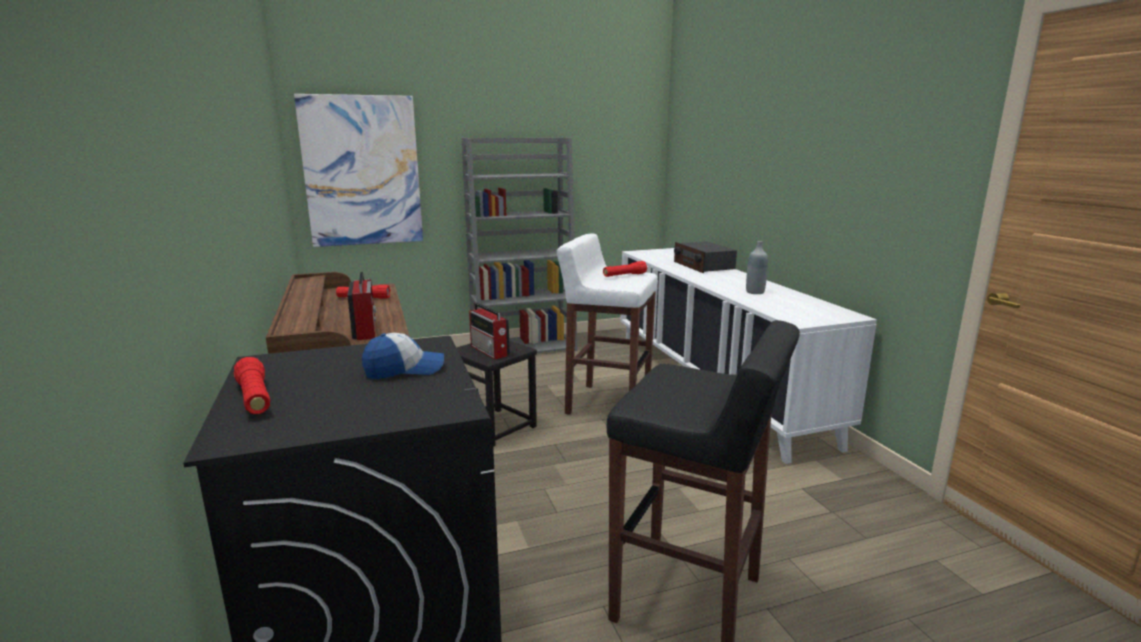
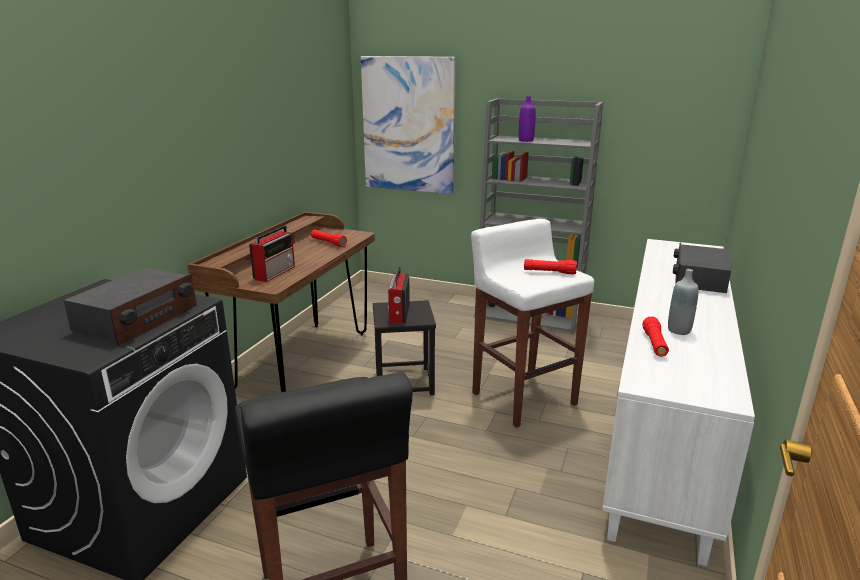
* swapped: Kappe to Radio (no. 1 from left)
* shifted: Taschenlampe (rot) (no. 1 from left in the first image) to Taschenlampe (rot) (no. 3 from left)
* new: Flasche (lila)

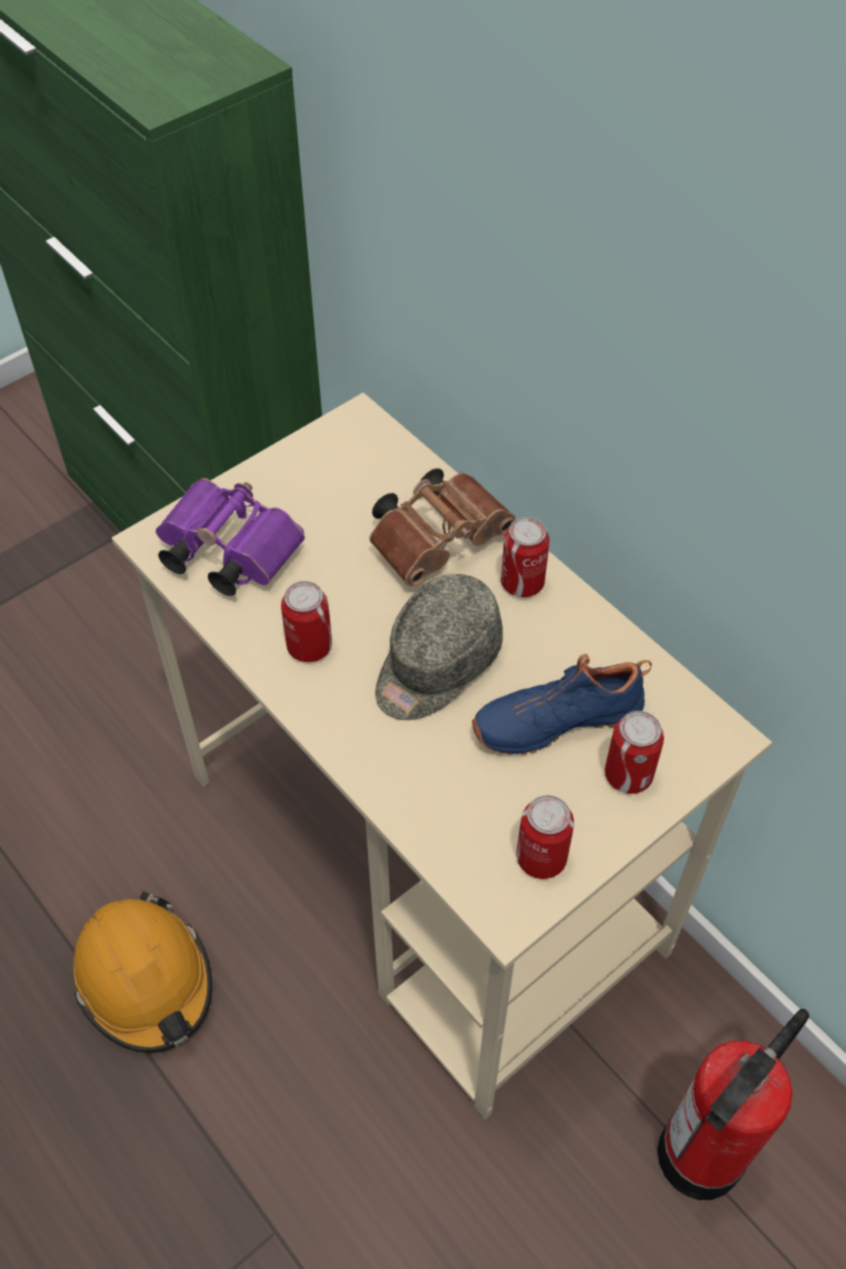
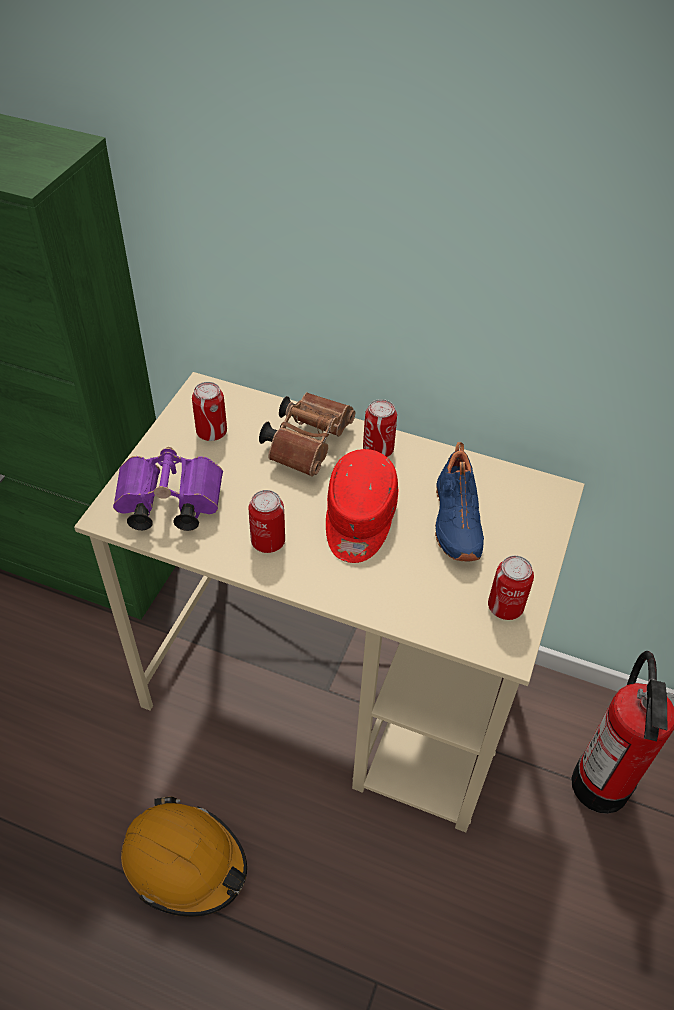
* repainted: Kappe (grau) to Kappe (rot)
* rotated: Schuh (blau) 45 degrees counterclockwise
* shifted: Dose (no. 4 from left in the first image) to Dose (no. 1 from left)

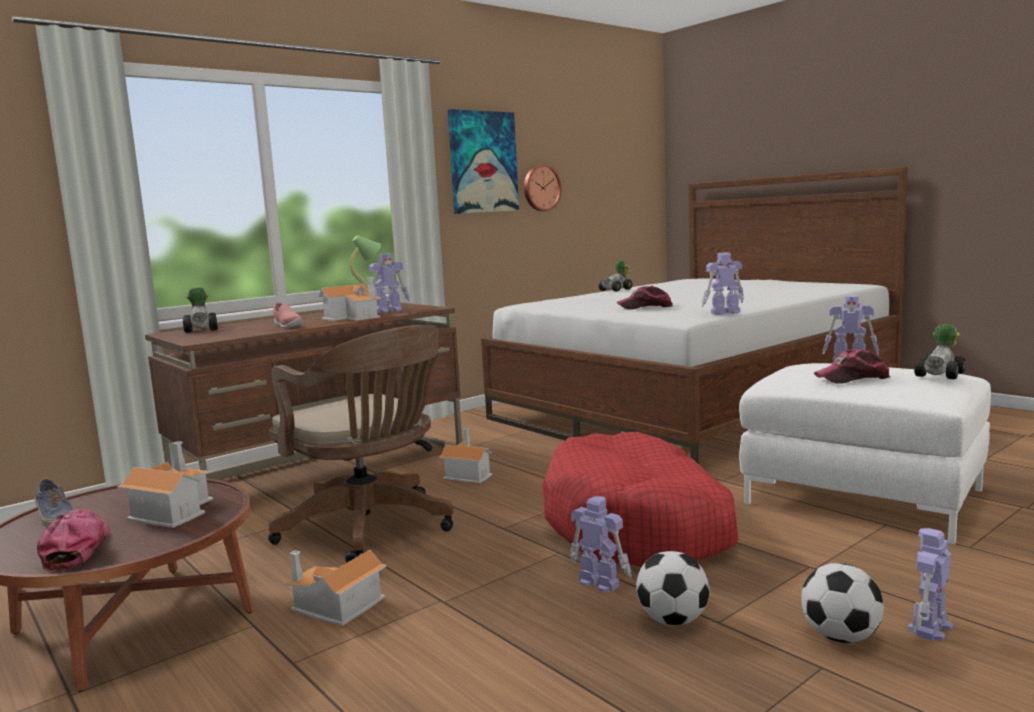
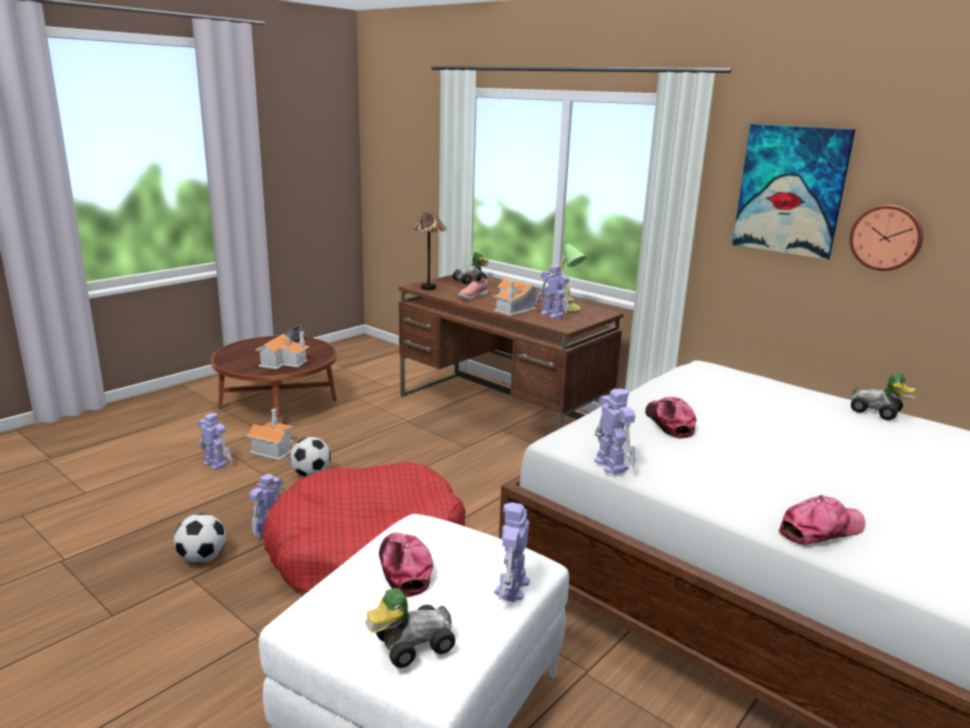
* rotated: Spielzeugauto (no. 3 from left in the first image) 120 degrees clockwise
* gone: Bürostuhl (braun)
* gone: Spielzeughaus (no. 4 from left)
* shifted: Kappe (no. 1 from left in the first image) to Kappe (no. 3 from left)
* shifted: Spielzeugroboter (no. 5 from left in the first image) to Spielzeugroboter (no. 1 from left)
* shifted: Fußball (no. 2 from left)
* new: Tischlampe (no. 1 from left)

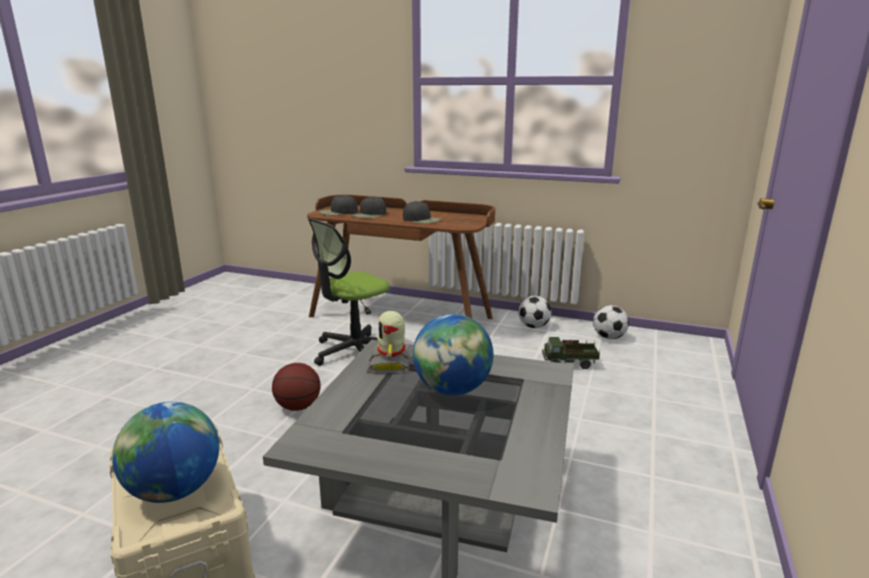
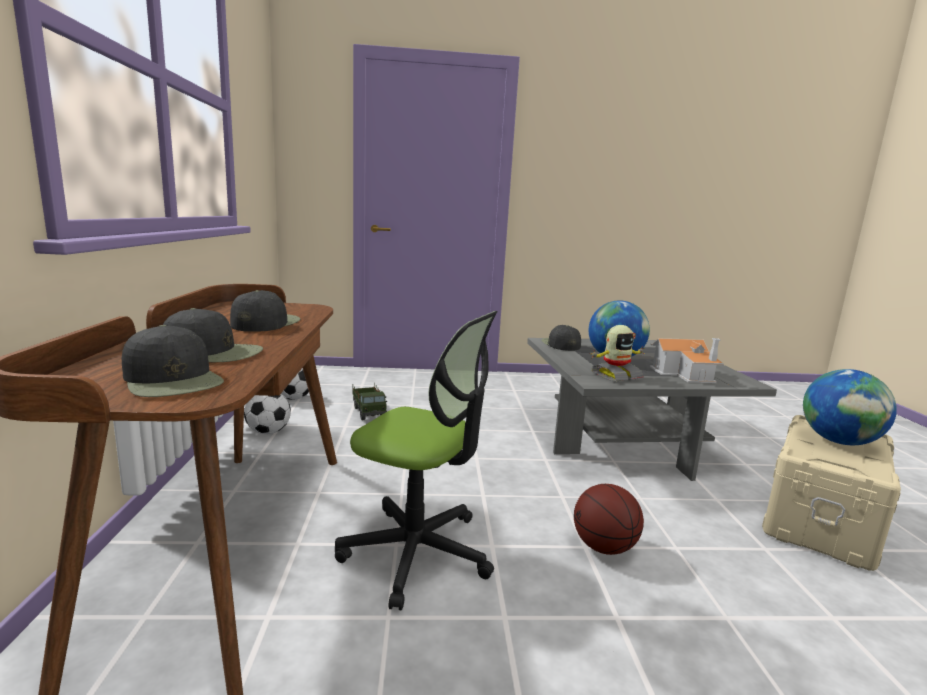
* new: Kappe (schwarz) (no. 4 from left)
* new: Spielzeughaus

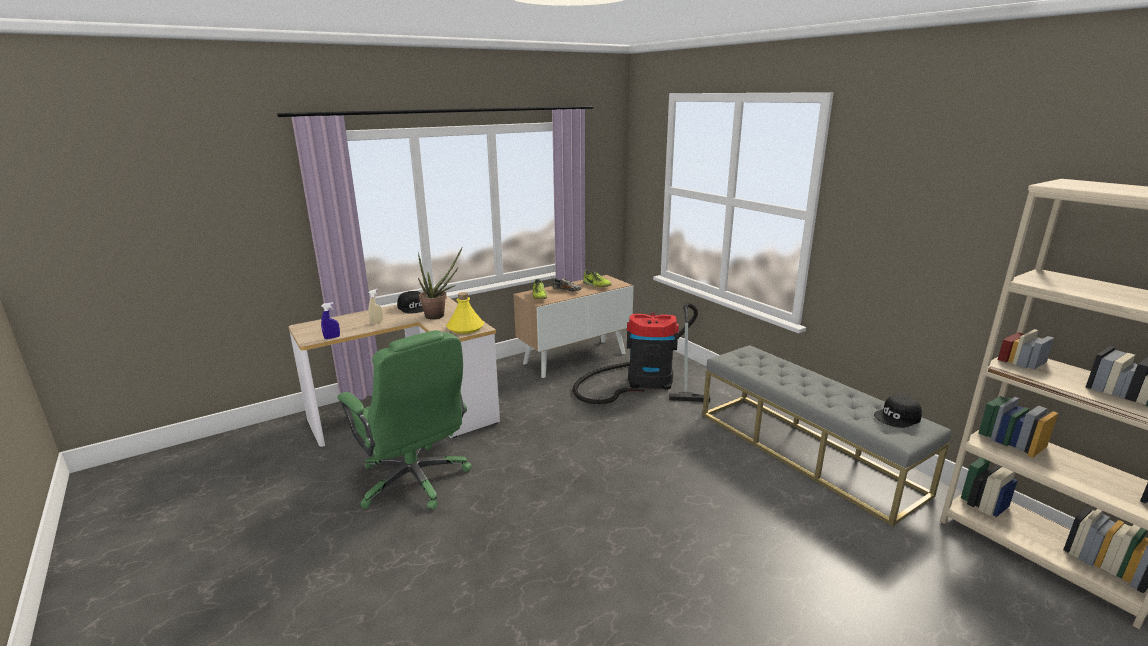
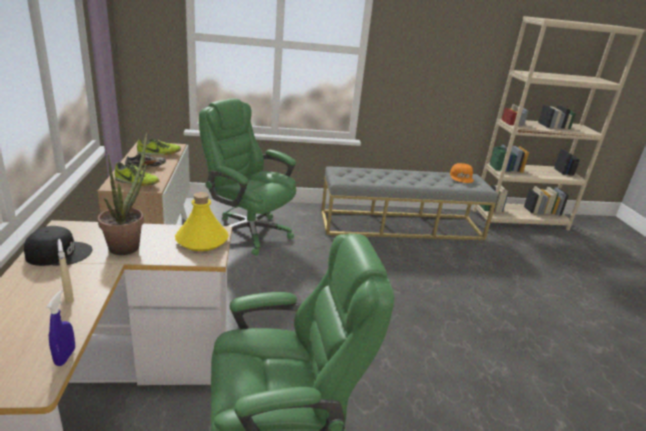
* swapped: Staubsauger to Bürostuhl (grün) (no. 1 from left)
* repainted: Kappe (schwarz) (no. 2 from left) to Kappe (orange)

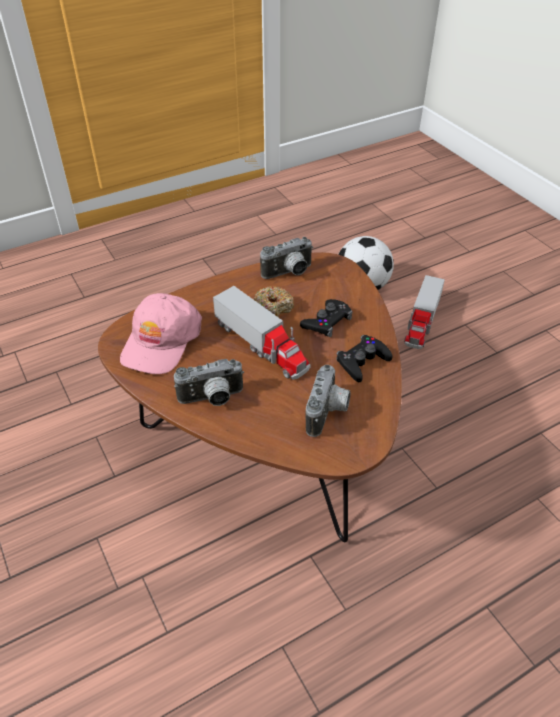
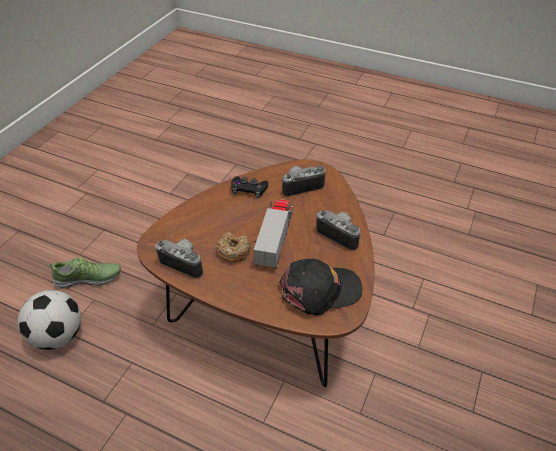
* swapped: Spielzeuglaster (no. 2 from left) to Schuh
* repainted: Kappe (rosa) to Kappe (schwarz)
* gone: Gamepad (schwarz) (no. 1 from left)

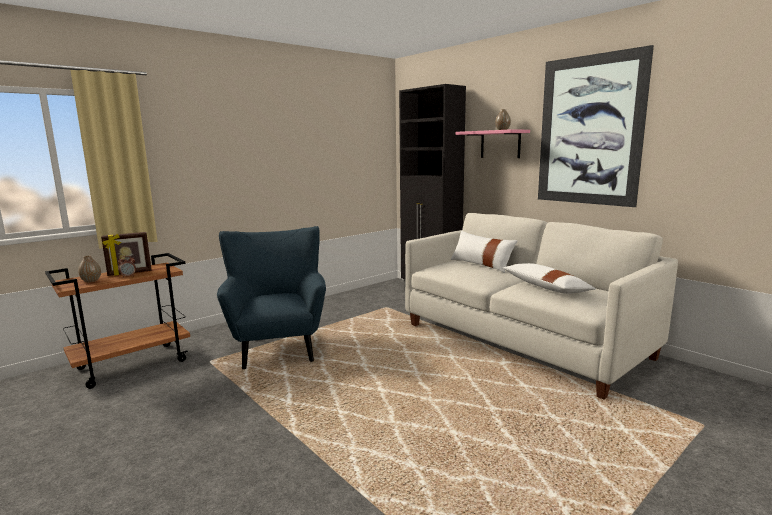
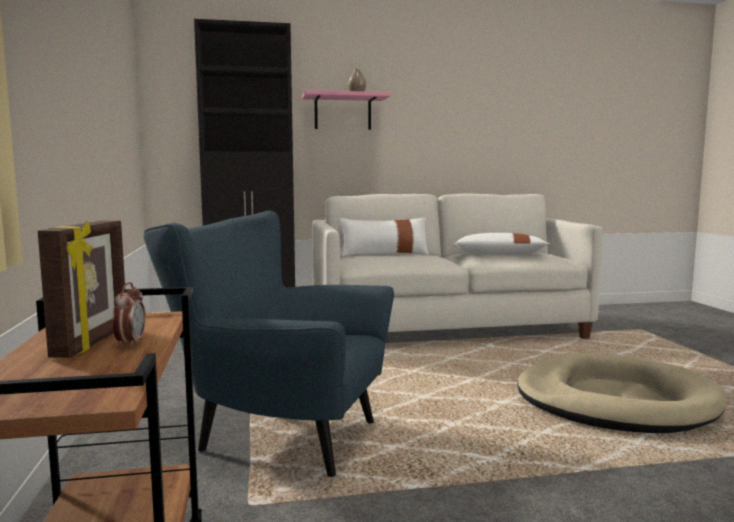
* gone: Bild
* gone: Vase (no. 1 from left)
* new: Hundebett (beige)

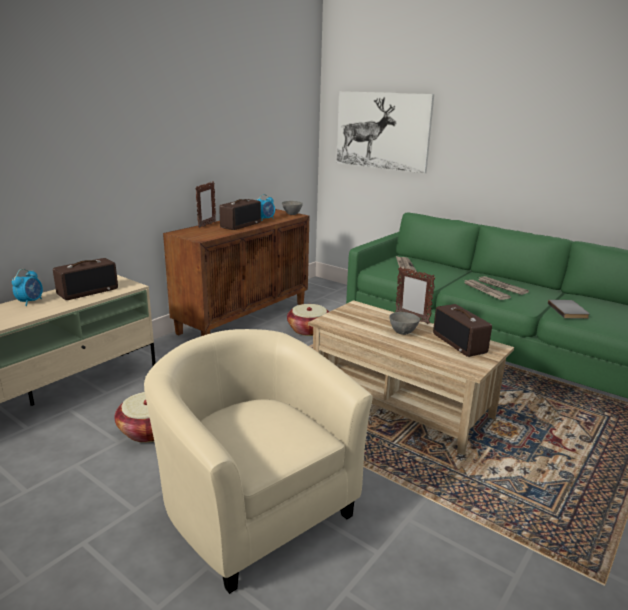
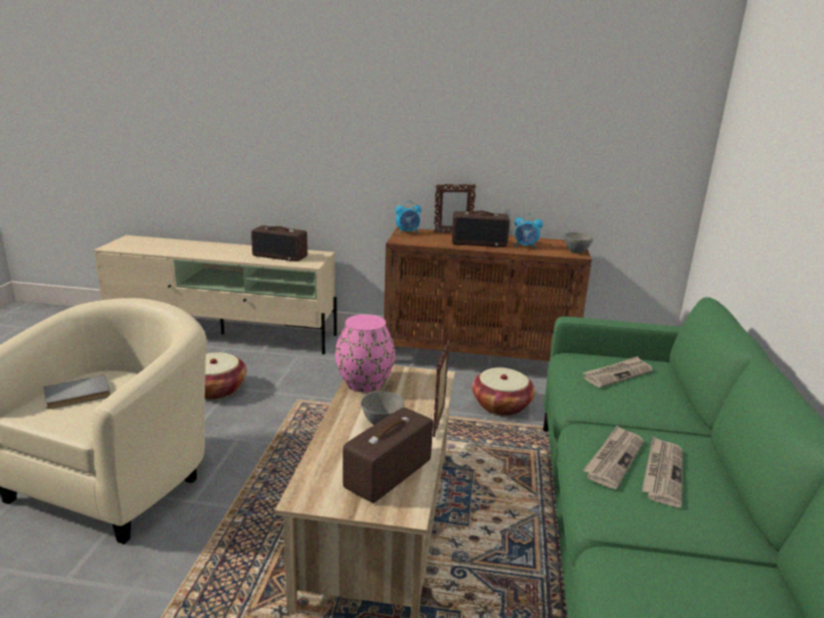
* gone: Bild
* shifted: Wecker (no. 1 from left)
* shifted: Buch (grau)
* new: Vase (rosa)

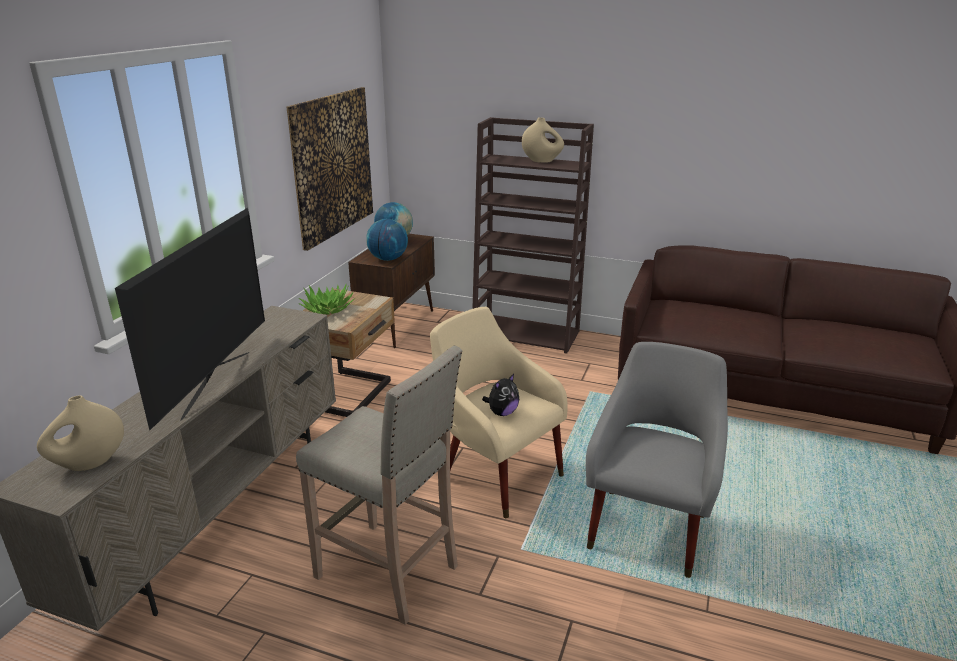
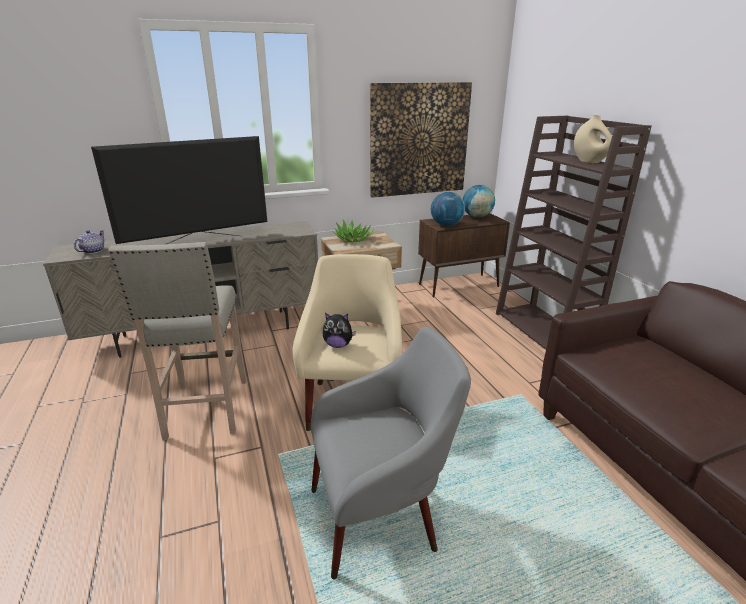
* swapped: Vase (beige) (no. 1 from left) to Teekanne

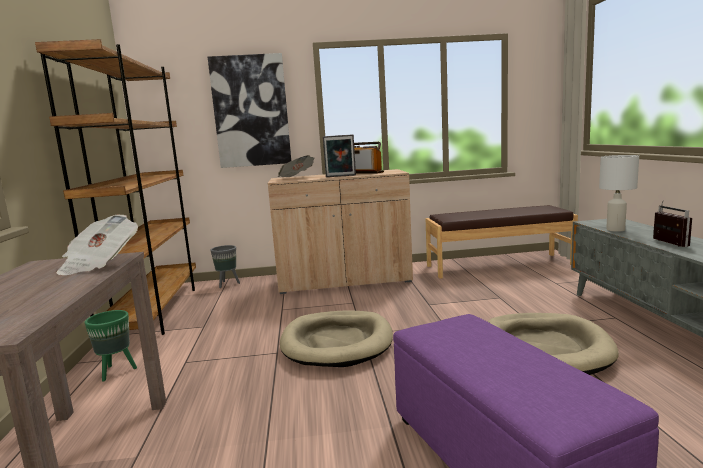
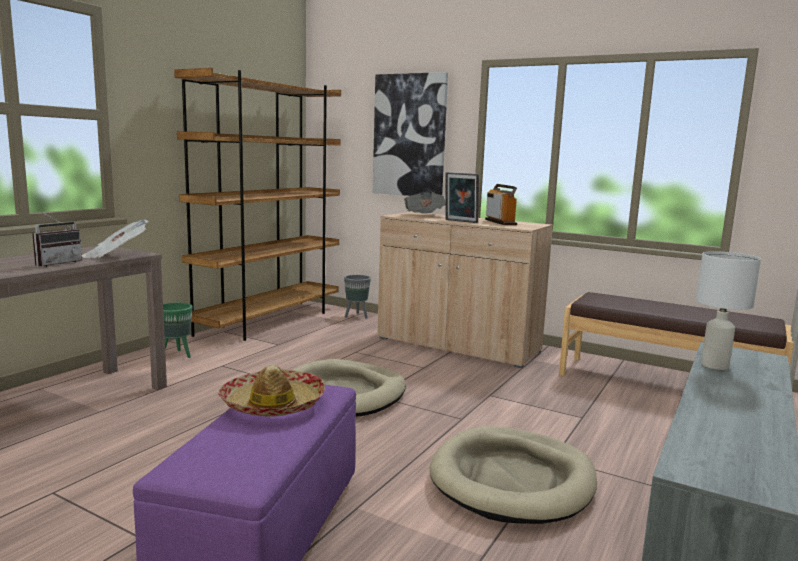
* shifted: Radio (no. 2 from left in the first image) to Radio (no. 1 from left)
* new: Hut

